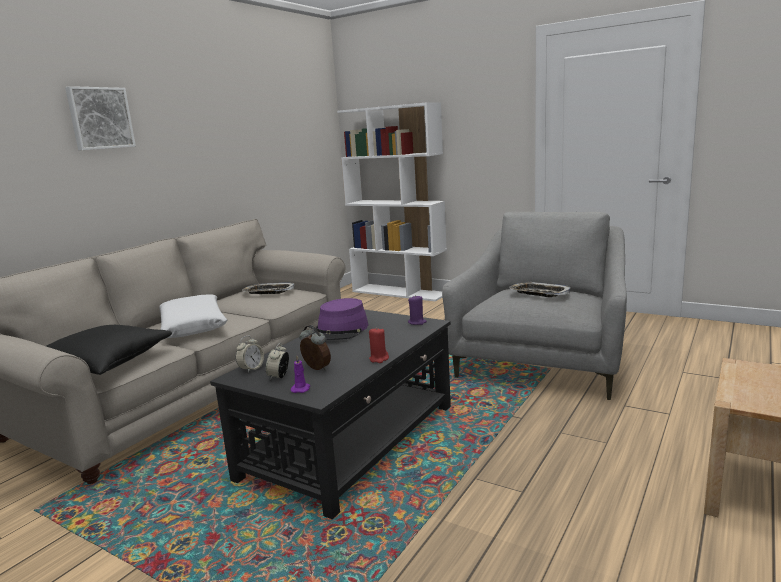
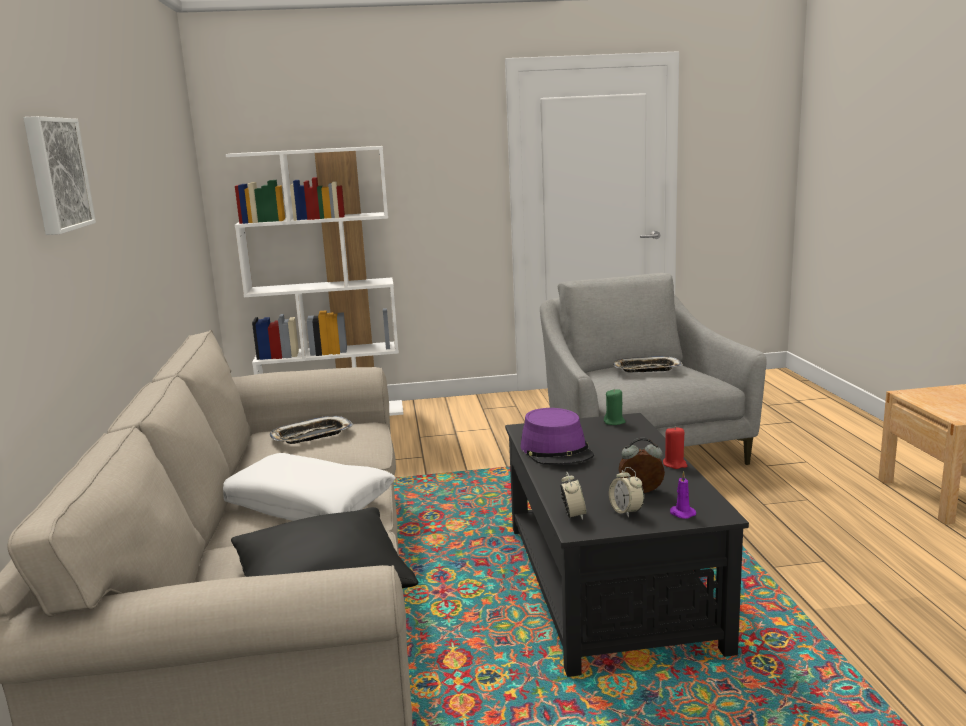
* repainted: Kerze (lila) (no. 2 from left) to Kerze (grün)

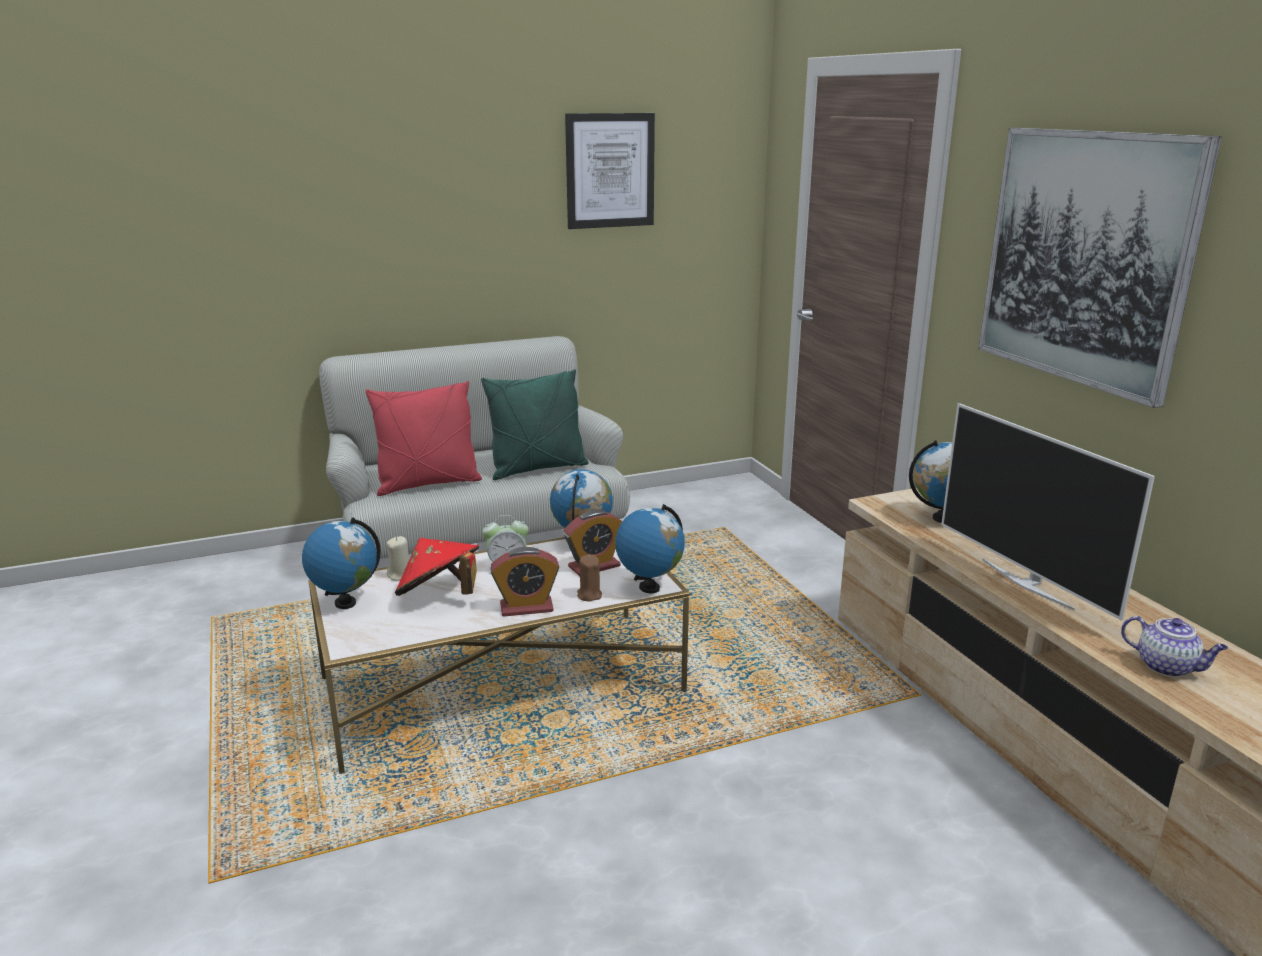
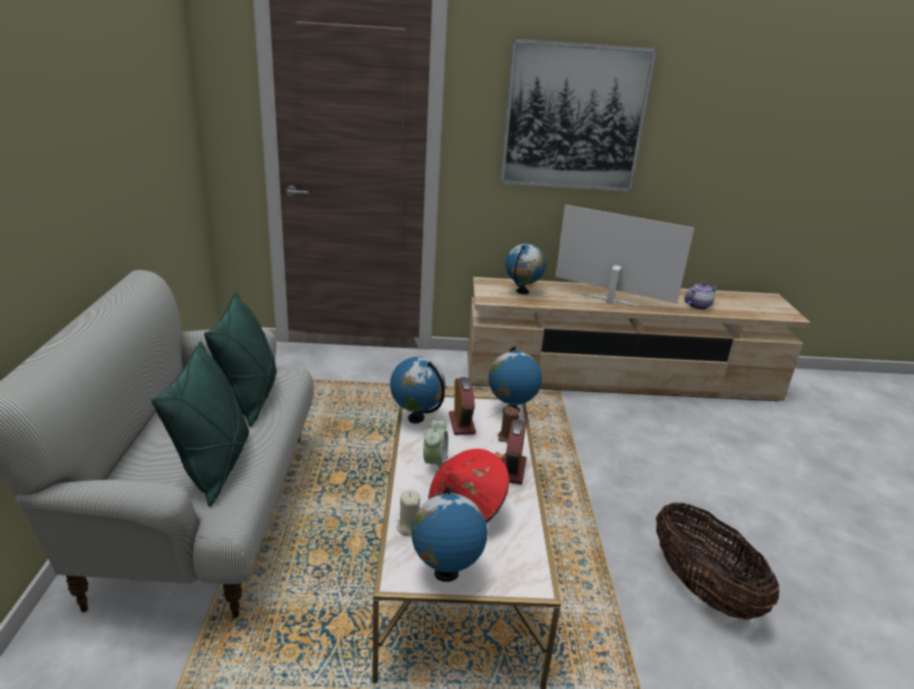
* gone: Bild (no. 1 from left)
* repainted: Kissen (rot) to Kissen (grün) (no. 1 from left)
* rotated: Fernseher 150 degrees counterclockwise
* new: Korb

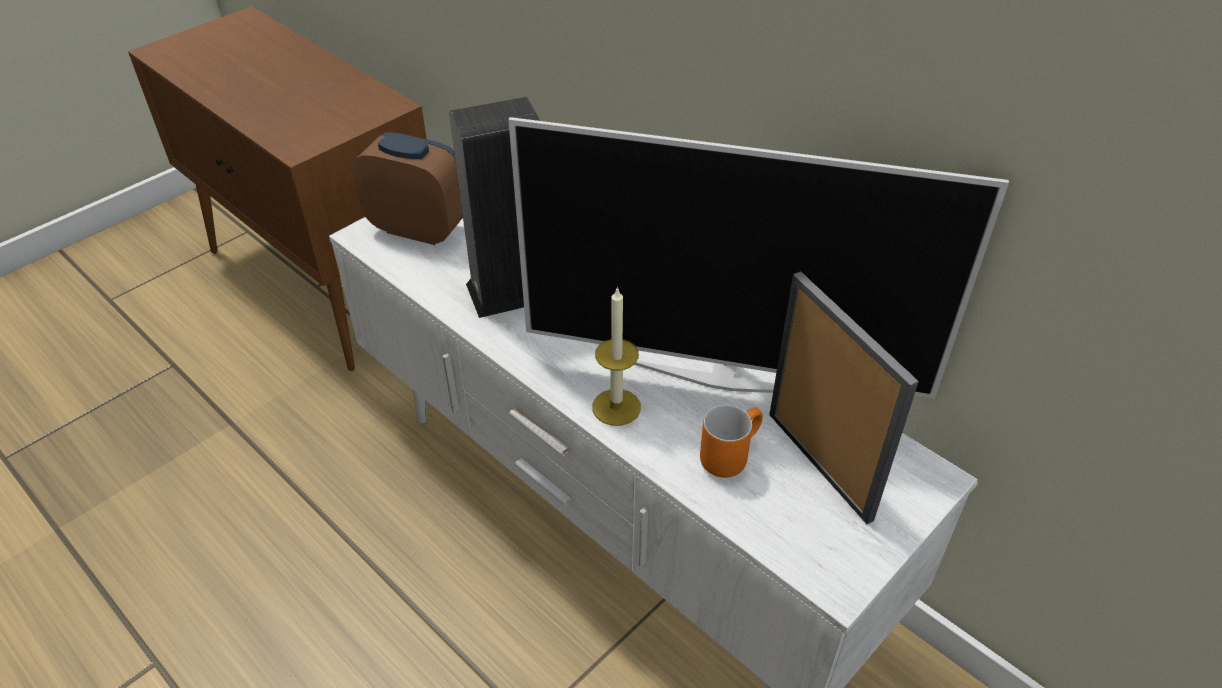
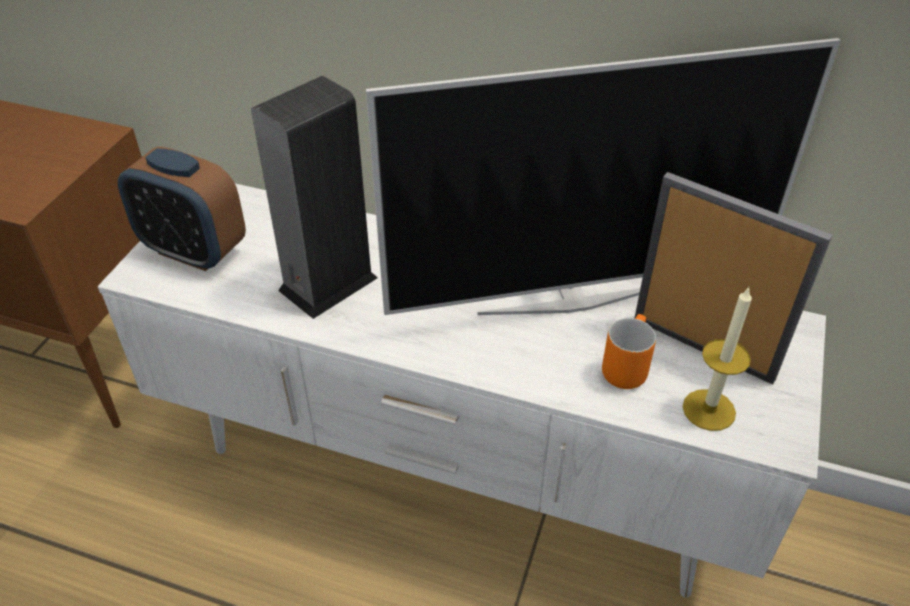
* rotated: Wecker 150 degrees counterclockwise
* shifted: Kerze

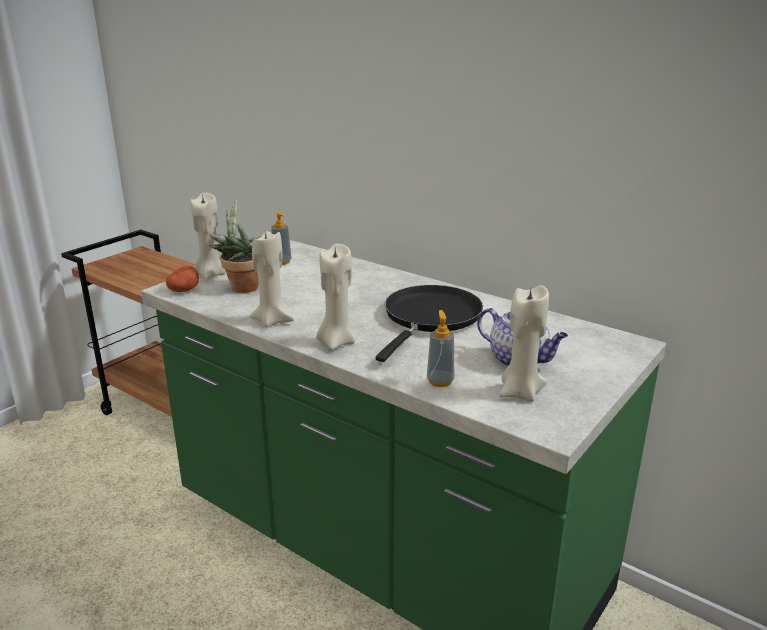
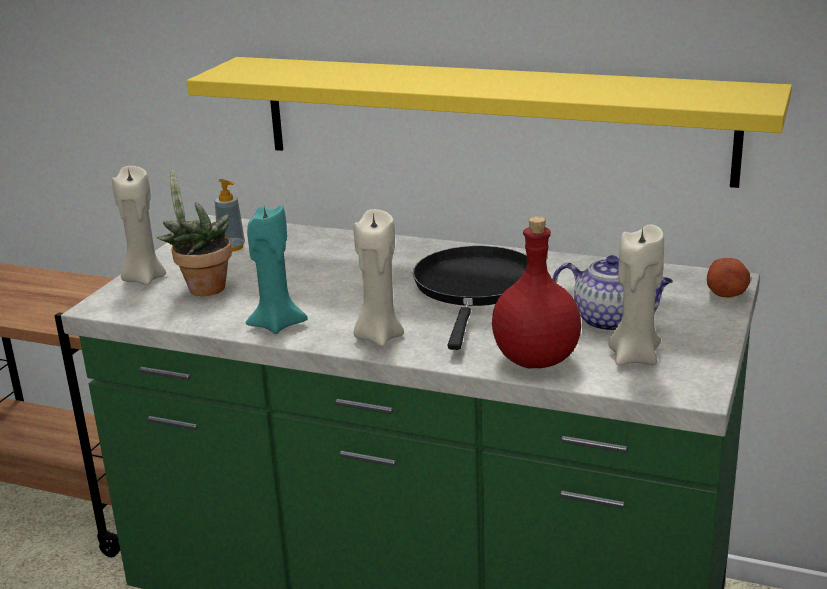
* repainted: Kerze (beige) (no. 2 from left) to Kerze (türkis)
* shifted: Kartoffel
* swapped: Seifenspender (no. 2 from left) to Flasche (rot)
* new: Wandregal (gelb)

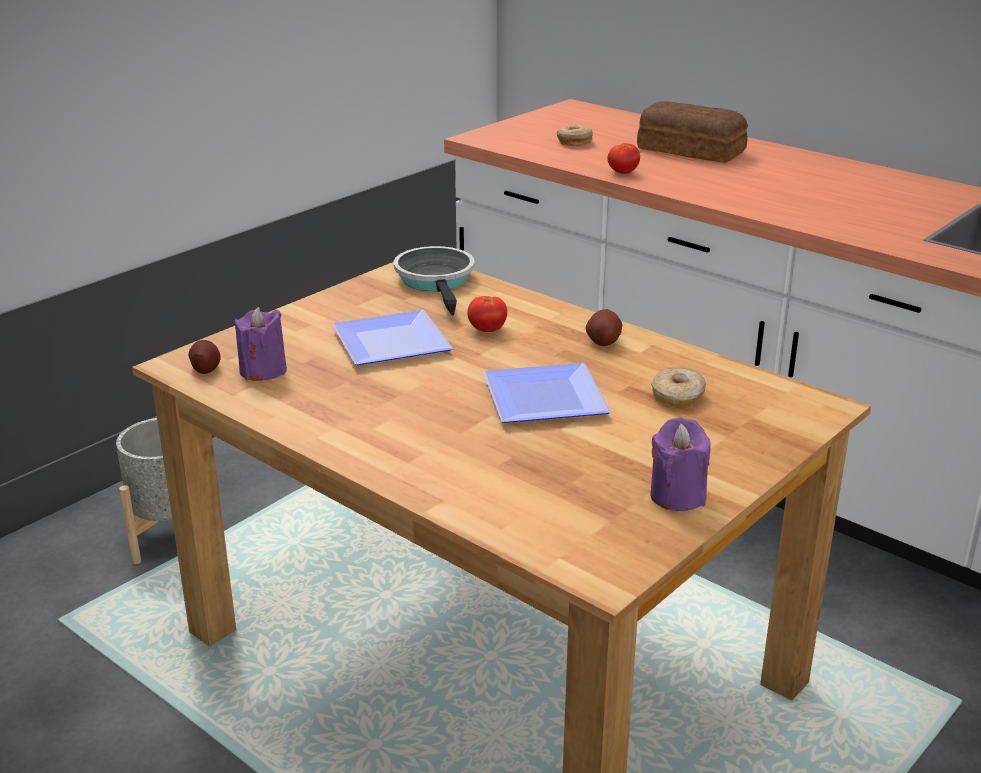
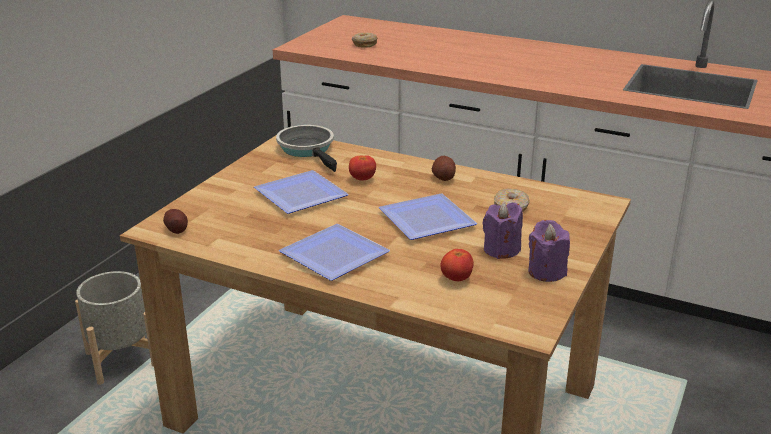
* gone: Brot
* shifted: Tomate (no. 2 from left)
* shifted: Kerze (lila) (no. 1 from left)
* new: Teller (no. 2 from left)

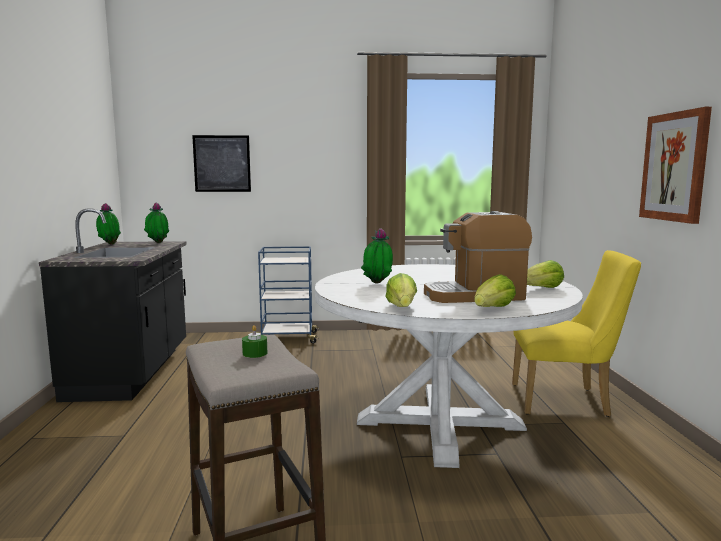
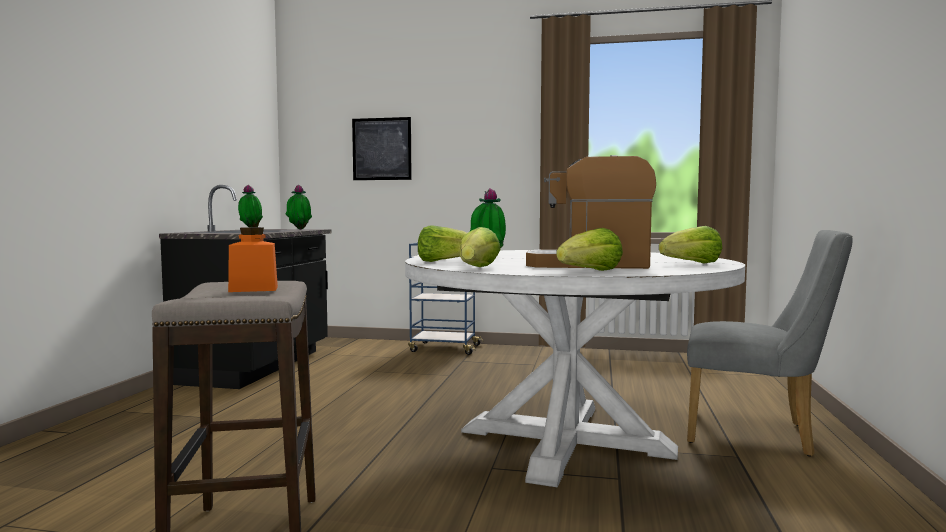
* gone: Bild (no. 2 from left)
* repainted: Stuhl (gelb) to Stuhl (grau)
* swapped: Kerze (grün) to Vorratsglas (orange)
* new: Salatkopf (no. 1 from left)

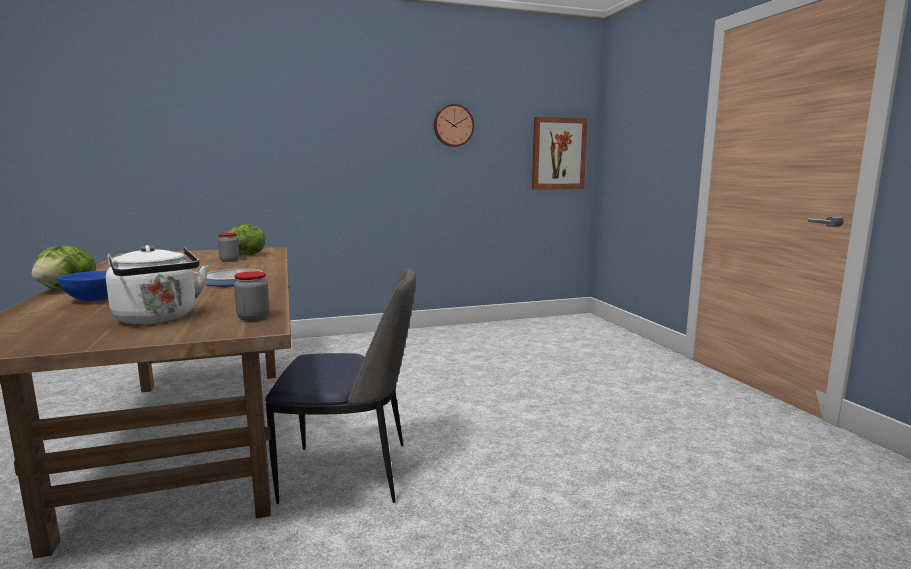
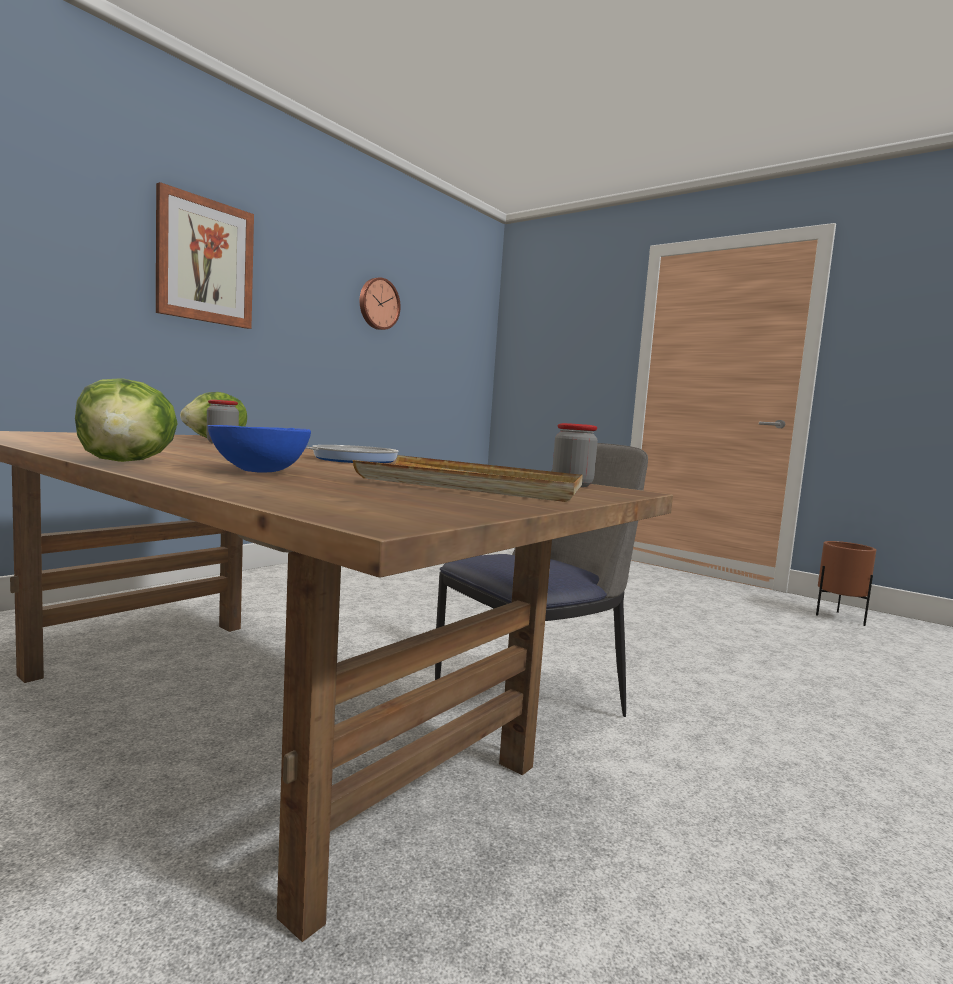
* shifted: Bild
* swapped: Wasserkessel (weiß) to Tablett (beige)
* new: Pflanzkübel (braun)

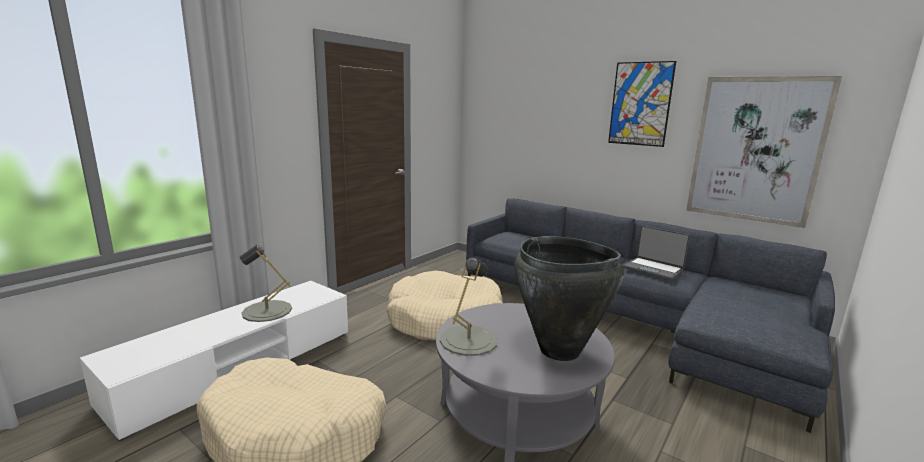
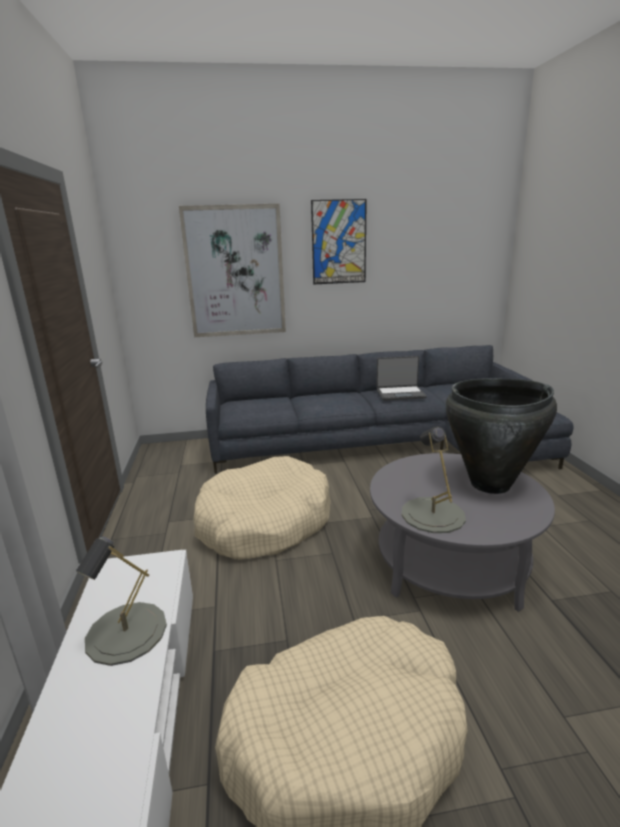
* shifted: Bild (no. 2 from left in the first image) to Bild (no. 1 from left)

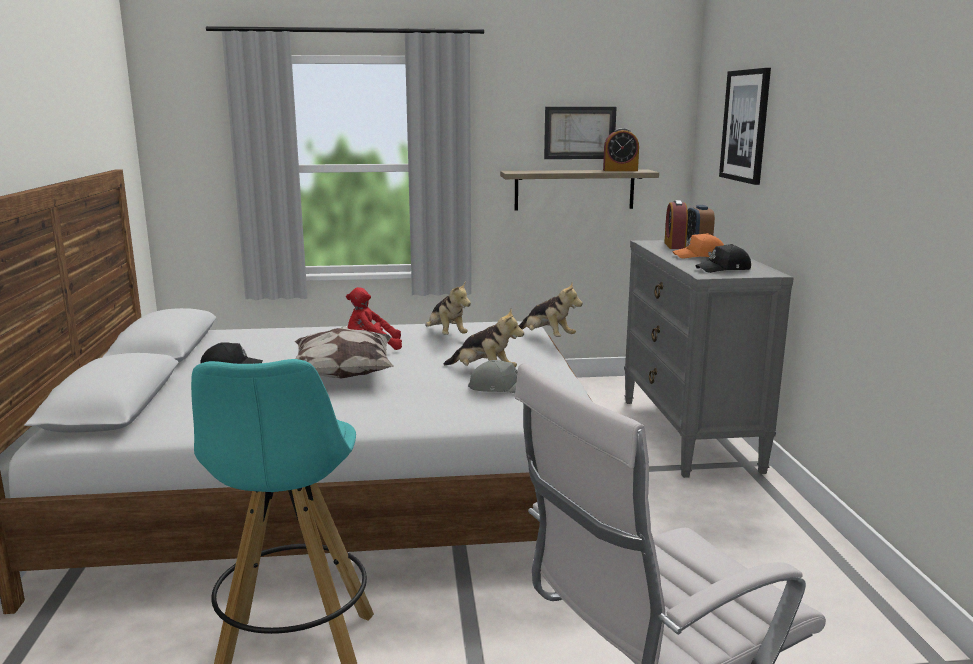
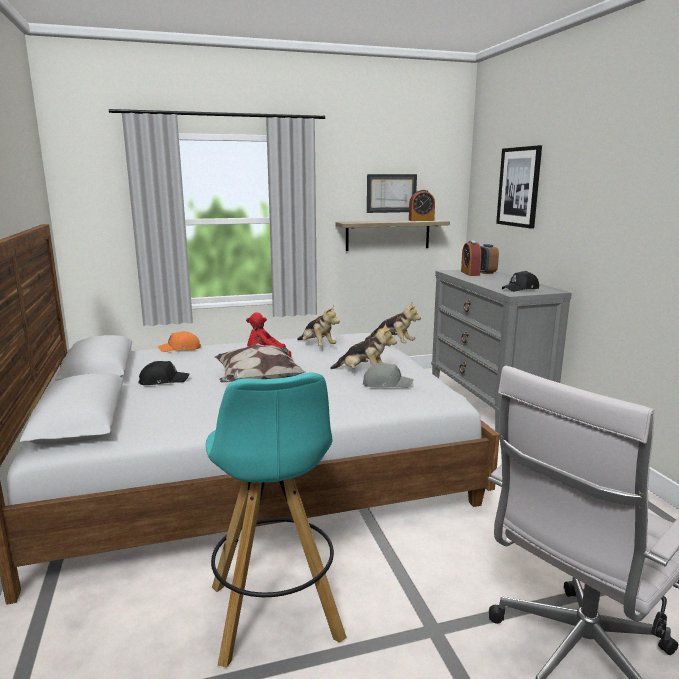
* shifted: Kappe (orange)

